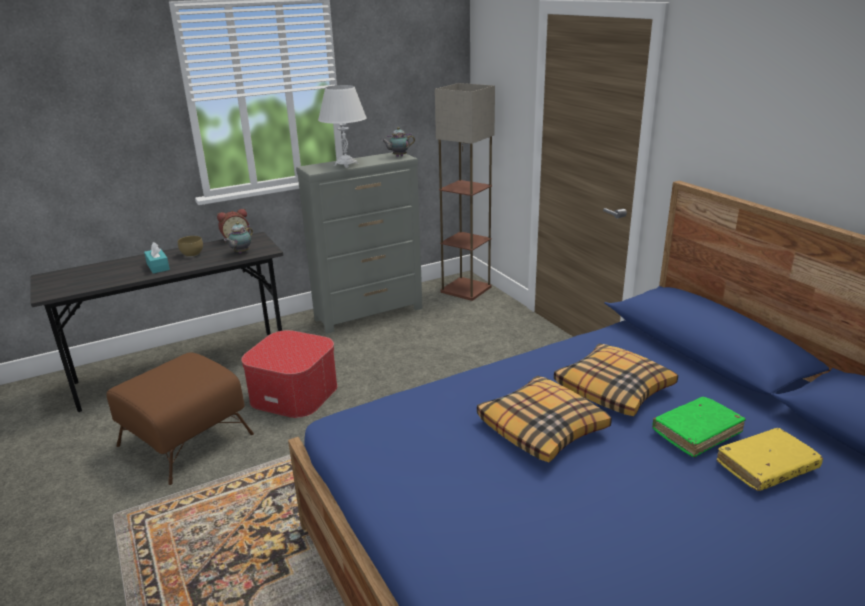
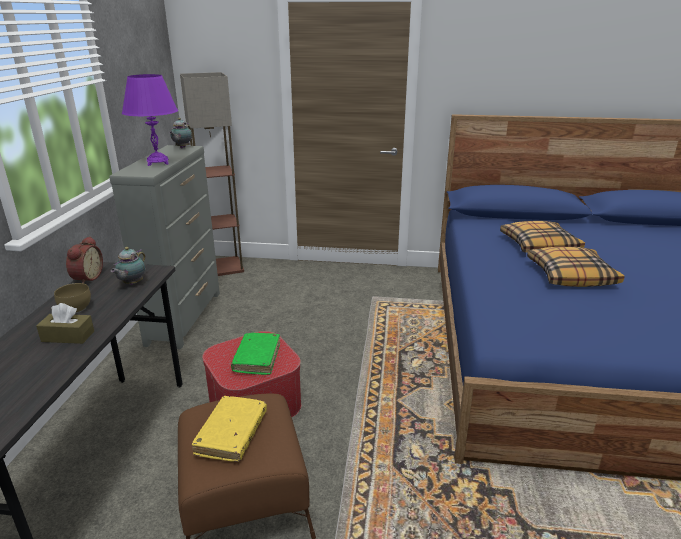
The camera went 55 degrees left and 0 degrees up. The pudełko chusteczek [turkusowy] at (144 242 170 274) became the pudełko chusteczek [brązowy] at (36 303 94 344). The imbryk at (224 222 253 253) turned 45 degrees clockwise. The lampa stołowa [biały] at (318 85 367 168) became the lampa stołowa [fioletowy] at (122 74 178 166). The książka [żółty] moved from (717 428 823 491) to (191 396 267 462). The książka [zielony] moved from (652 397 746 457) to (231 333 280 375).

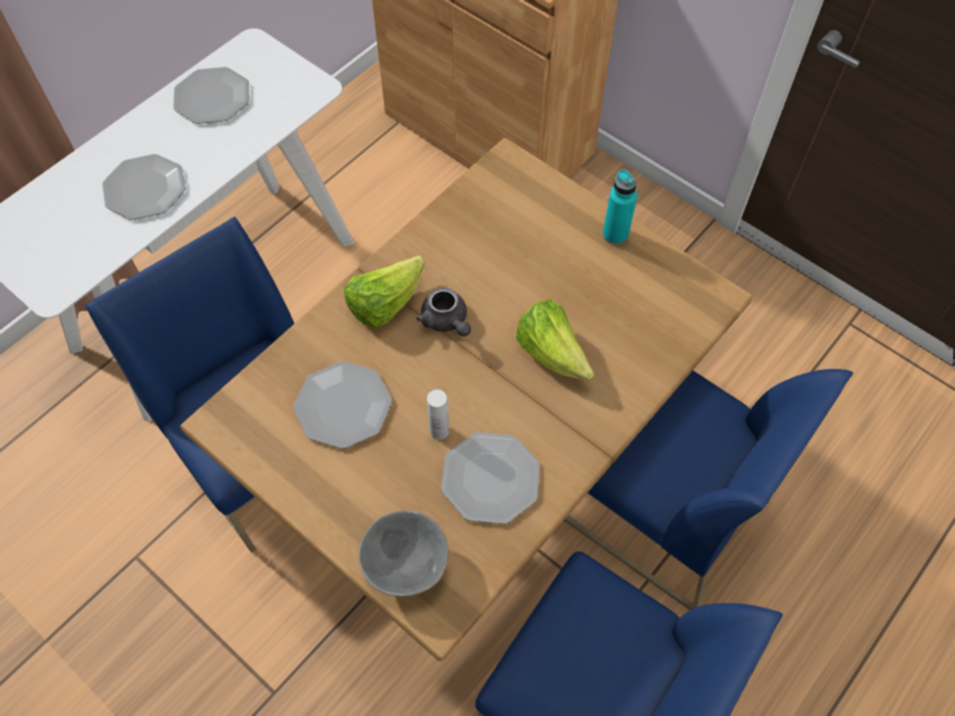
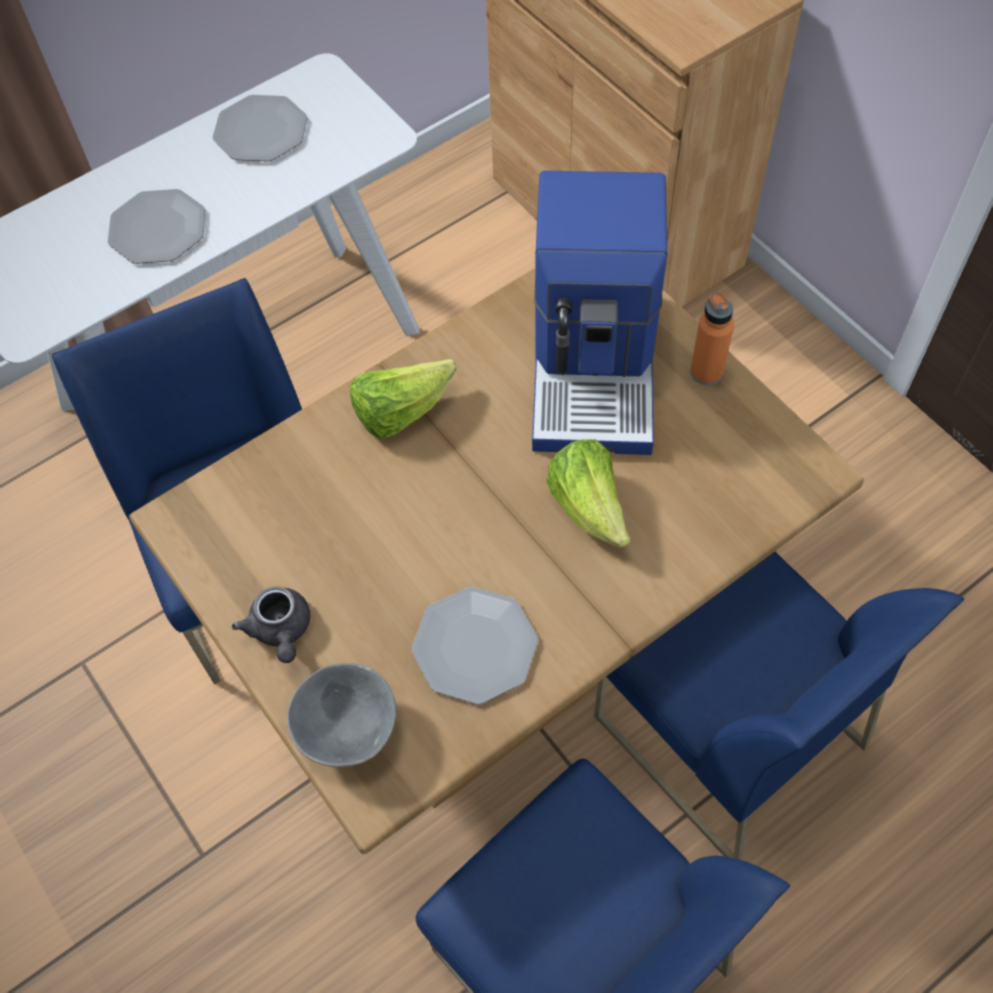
The camera went 15 degrees right and 0 degrees up. The imbryk [szary] moved from (416 287 471 336) to (232 587 310 663). The ekspres do kawy at (532 171 667 455) appeared. The butelka [turkusowy] at (603 169 637 245) became the butelka [pomarańczowy] at (690 291 734 385). The talerz at (294 361 392 449) disappeared. The butelka [biały] at (427 390 449 440) disappeared.

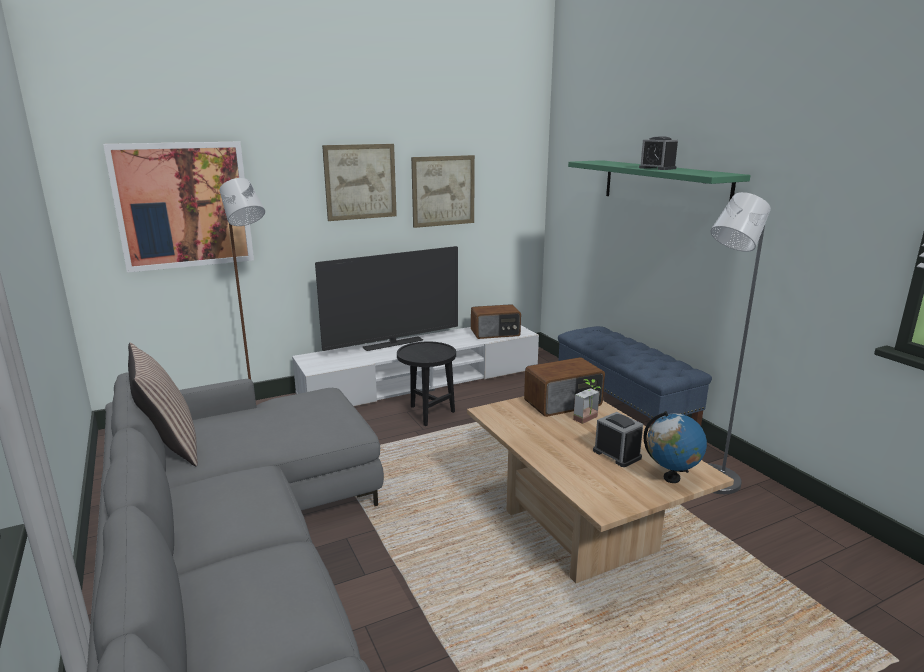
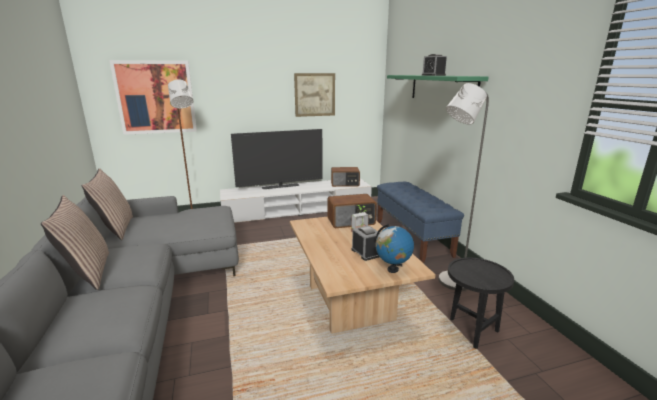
The camera went 10 degrees right and 0 degrees up. The poduszka at (41 195 109 290) appeared. The stolik [czarny] moved from (397 341 456 426) to (448 258 514 349). The obraz at (322 144 397 221) disappeared.

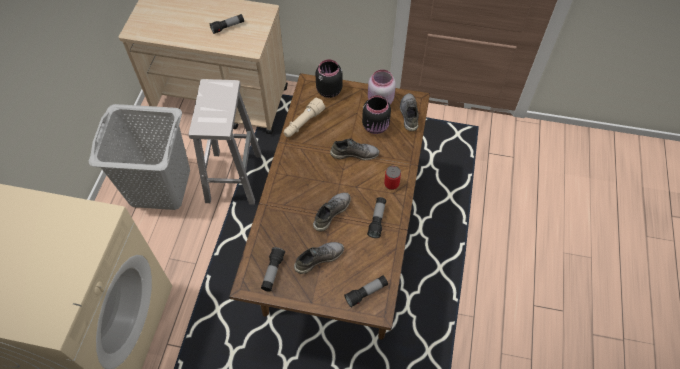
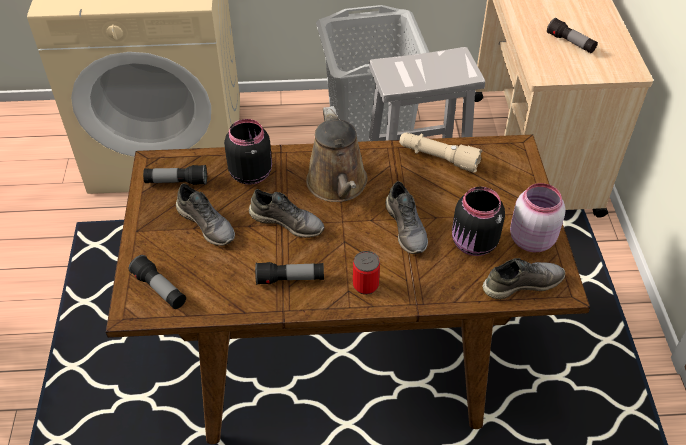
The camera went 75 degrees right and 10 degrees down. The słoik [czarny] moved from (315 59 343 98) to (224 119 272 185). The konewka [brązowy] at (306 106 368 202) appeared.

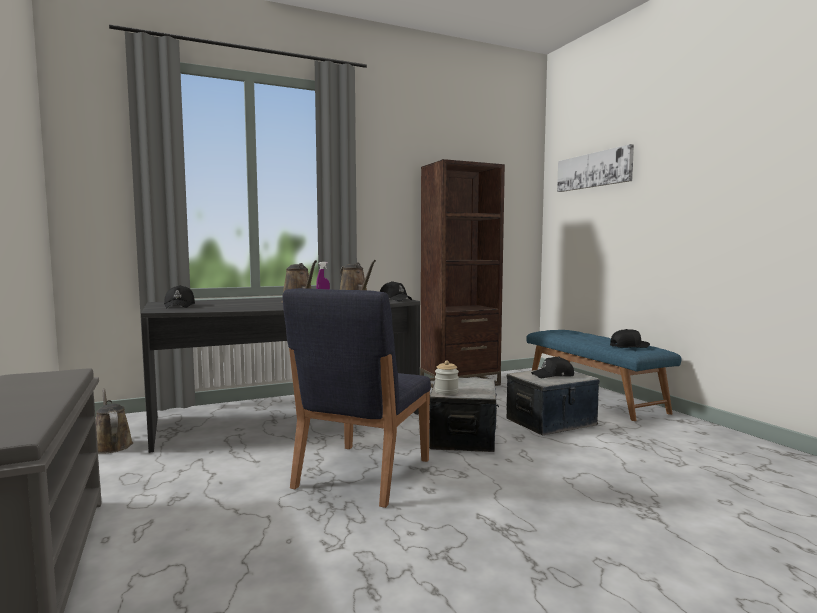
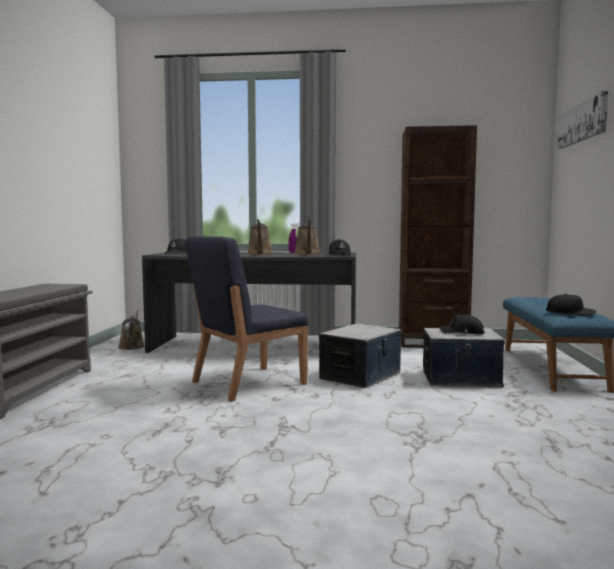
The camera went 30 degrees right and 0 degrees up. The słoik at (435 361 459 395) disappeared.

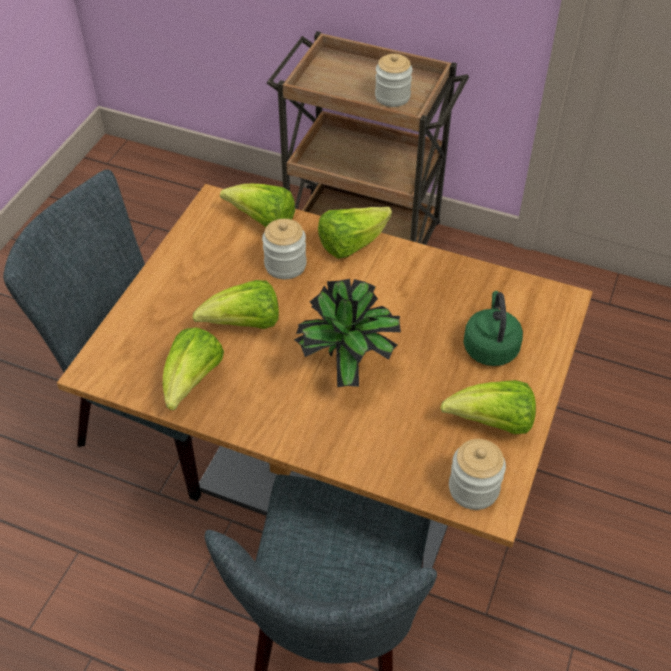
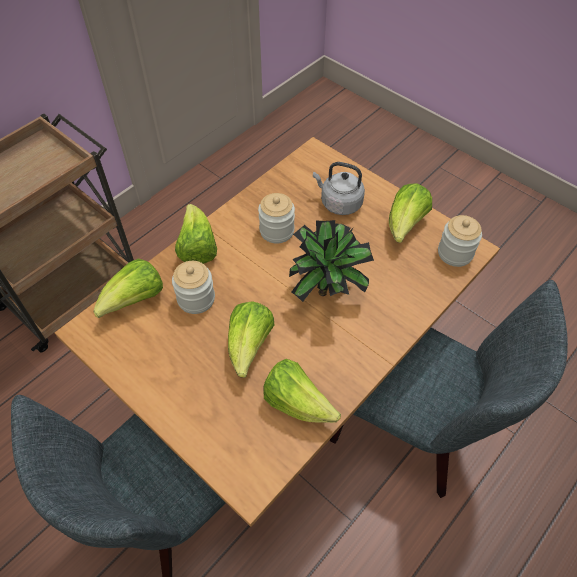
The camera went 70 degrees left and 5 degrees up. The słoik moved from (375 54 413 107) to (258 193 295 243). The czajnik [zielony] at (463 291 523 366) became the czajnik [szary] at (313 162 365 215).

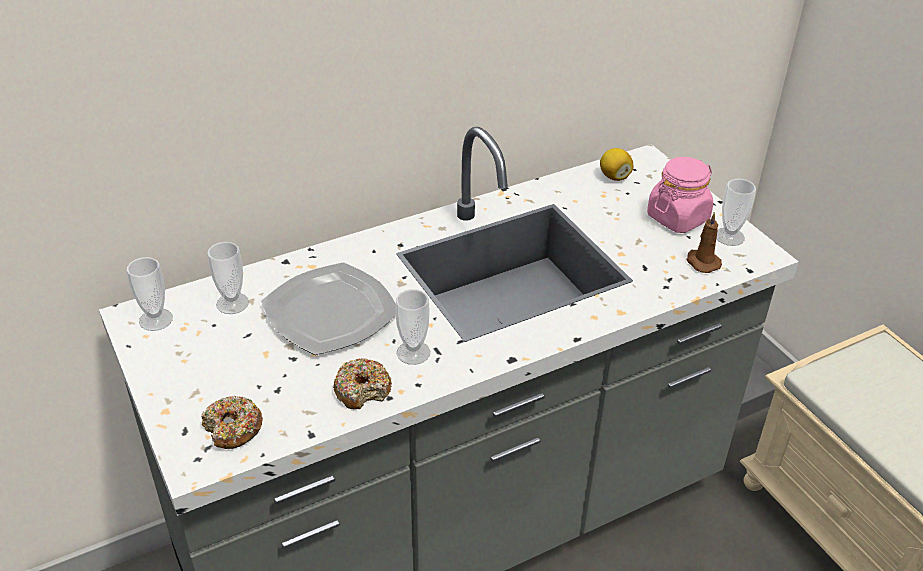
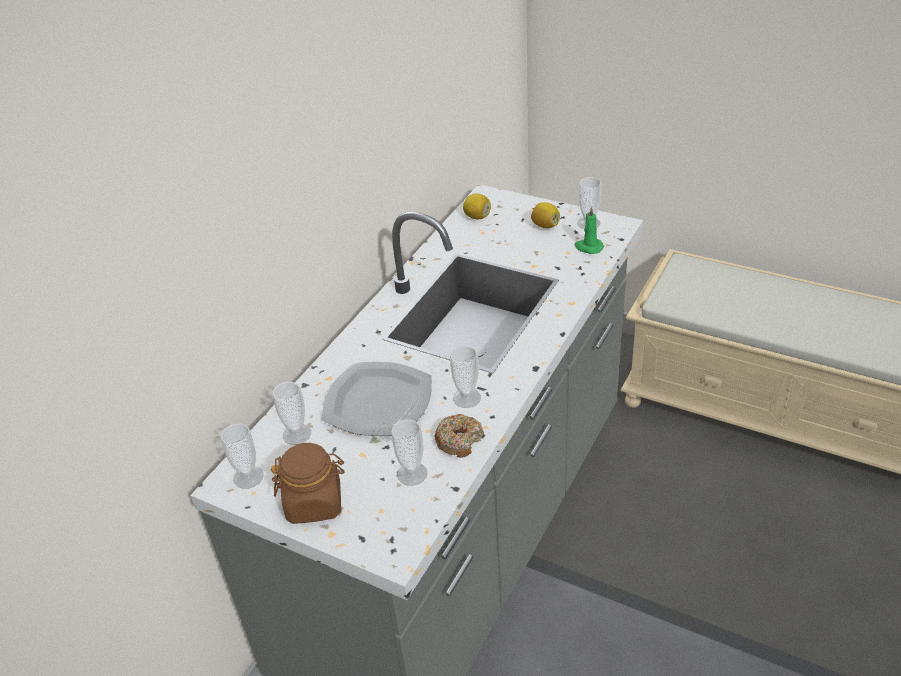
The camera went 30 degrees left and 0 degrees up. The słoik [brązowy] at (271 443 345 524) appeared. The filiżanka at (391 419 427 486) appeared. The słoik [różowy] at (647 157 713 233) was replaced by the cytryna at (531 202 560 228). The świeca [brązowy] at (687 212 722 273) became the świeca [zielony] at (575 206 604 254). The donut at (201 396 263 449) disappeared.

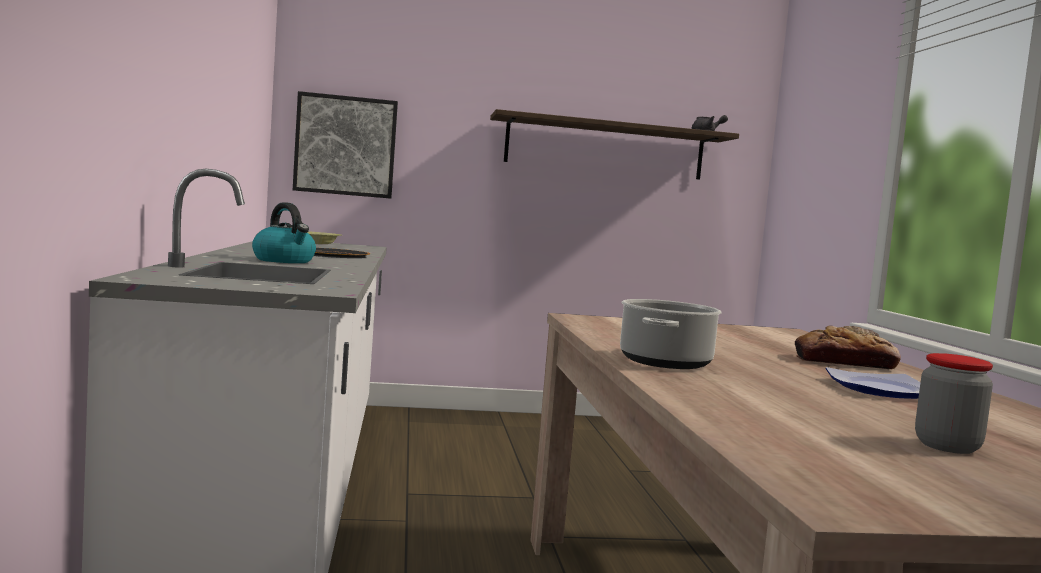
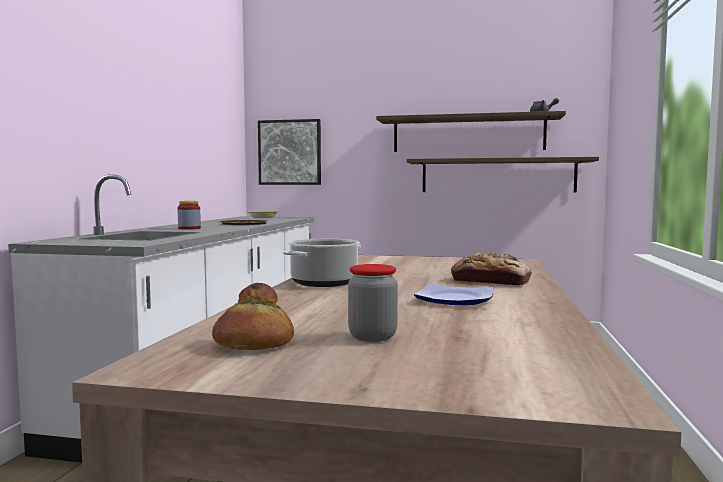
The camera went 20 degrees right and 0 degrees up. The czajnik at (252 202 316 263) was replaced by the słoik at (178 201 201 230). The chleb at (212 283 294 350) appeared. The półka at (407 157 599 193) appeared.

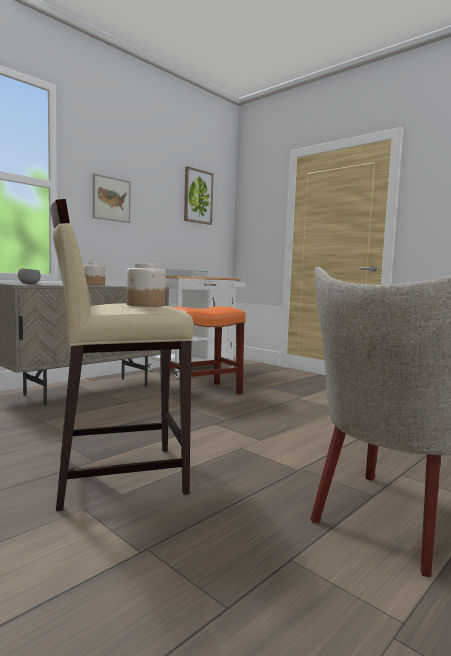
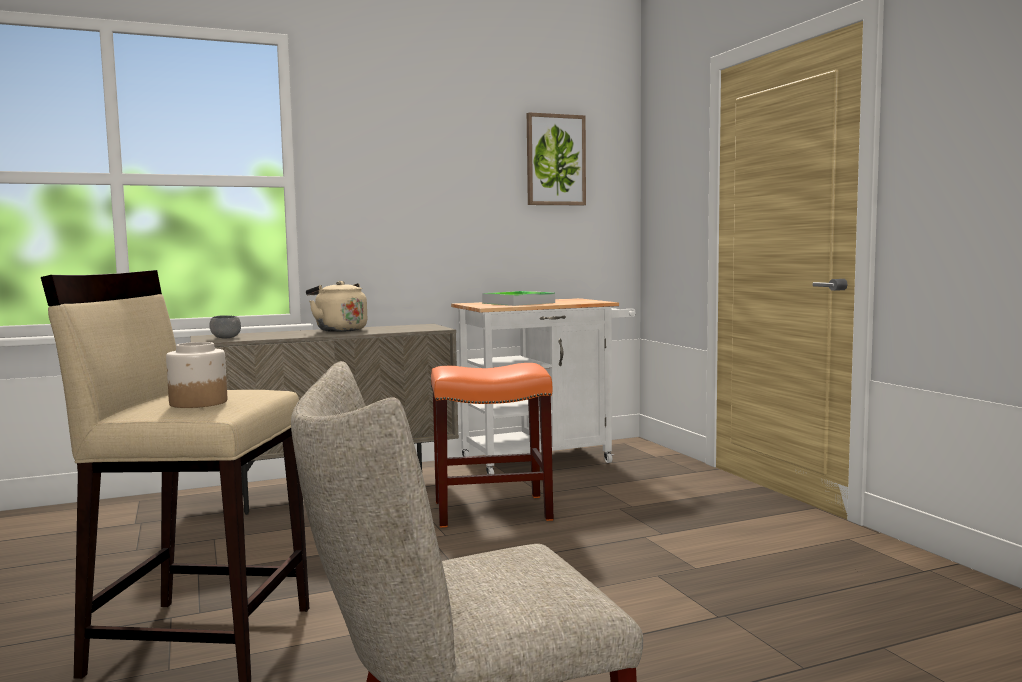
The camera went 25 degrees right and 0 degrees up. The słoik at (84 262 105 285) was replaced by the czajnik [beżowy] at (306 281 367 332). The obraz at (93 173 131 223) disappeared.

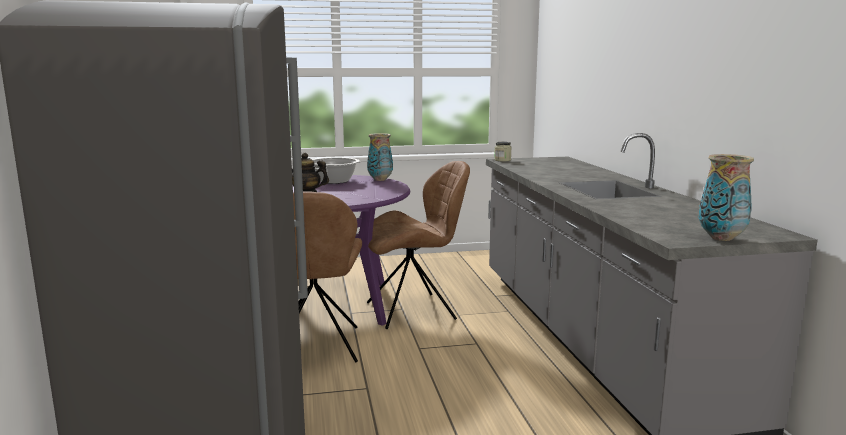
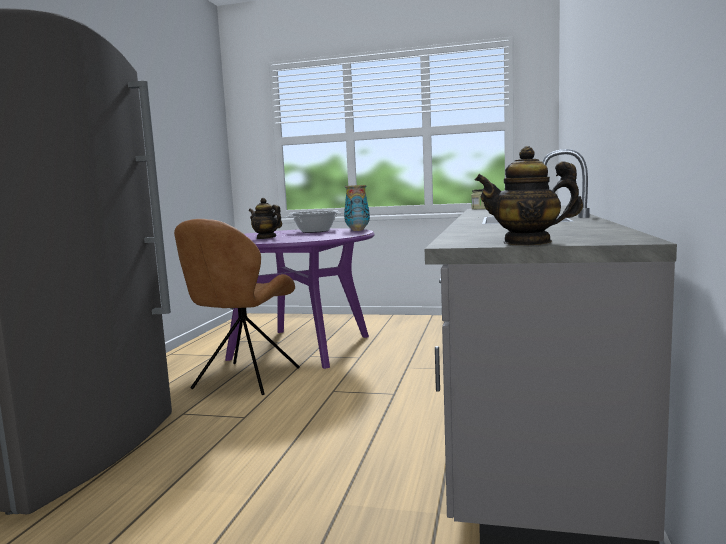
The camera went 25 degrees right and 5 degrees down. The wazon at (699 154 754 241) was replaced by the imbryk at (475 146 583 245). The krzesło [brązowy] at (367 161 470 329) disappeared.

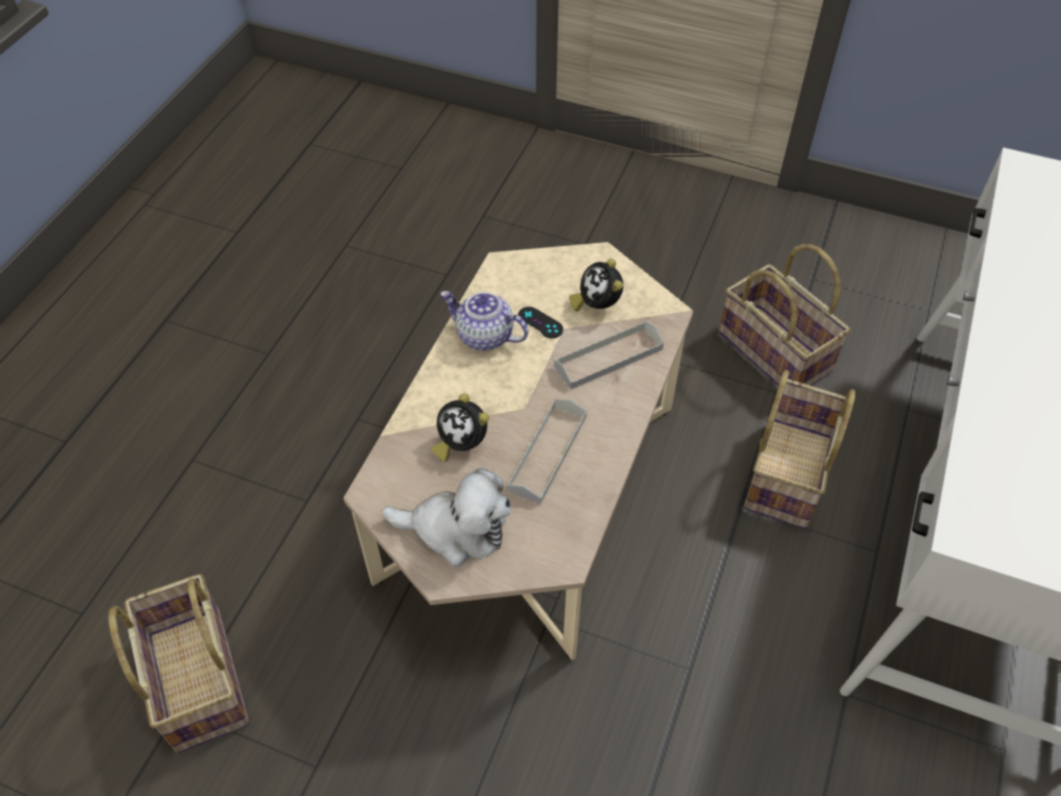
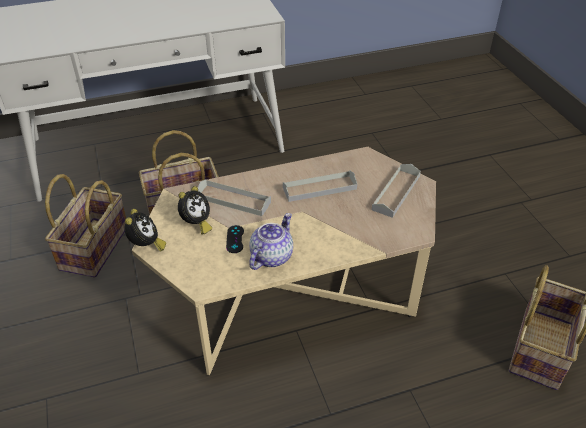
The camera went 130 degrees left and 10 degrees down. The budzik moved from (431 393 489 462) to (124 209 166 252). The imbryk at (440 291 529 351) turned 135 degrees counterclockwise. The pluszak at (382 468 511 567) was replaced by the taca [szary] at (372 164 421 218).

